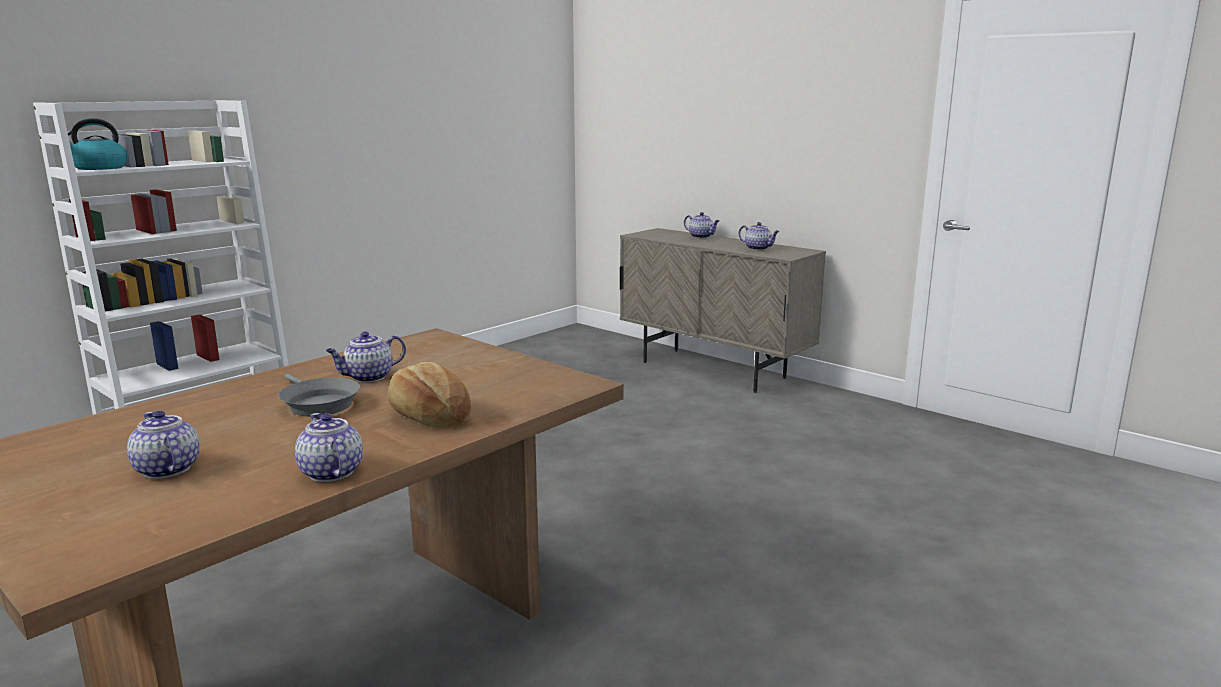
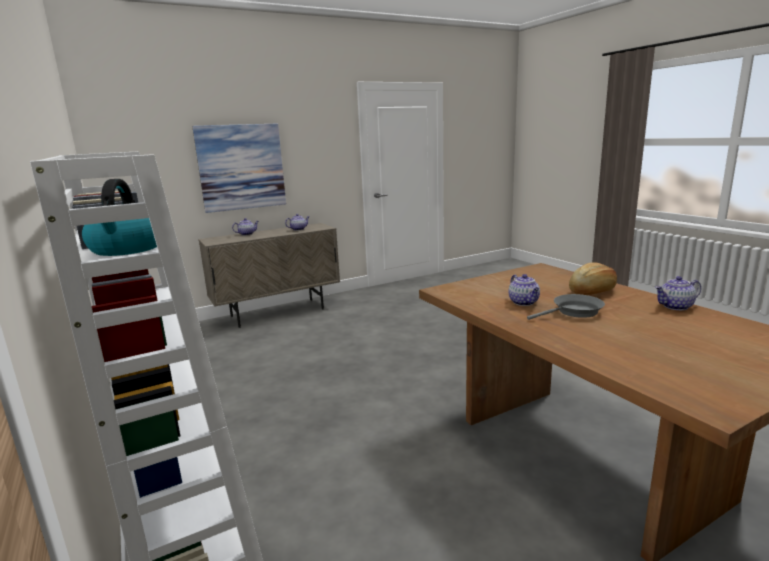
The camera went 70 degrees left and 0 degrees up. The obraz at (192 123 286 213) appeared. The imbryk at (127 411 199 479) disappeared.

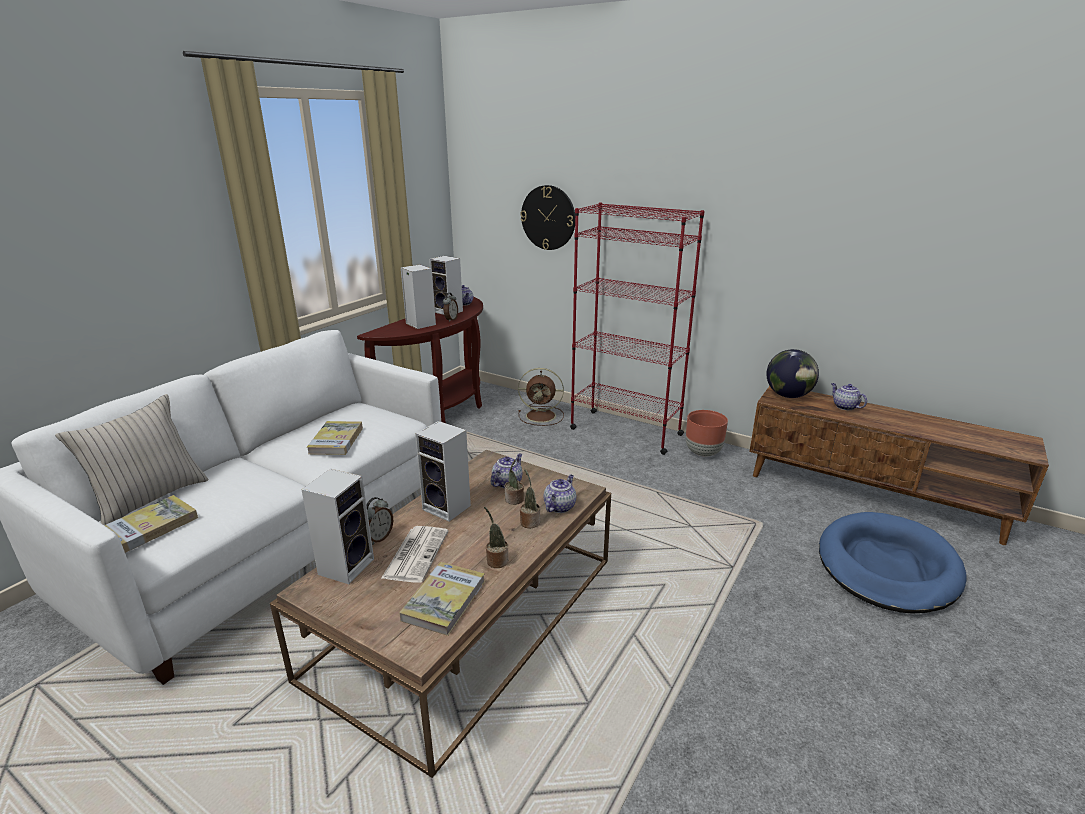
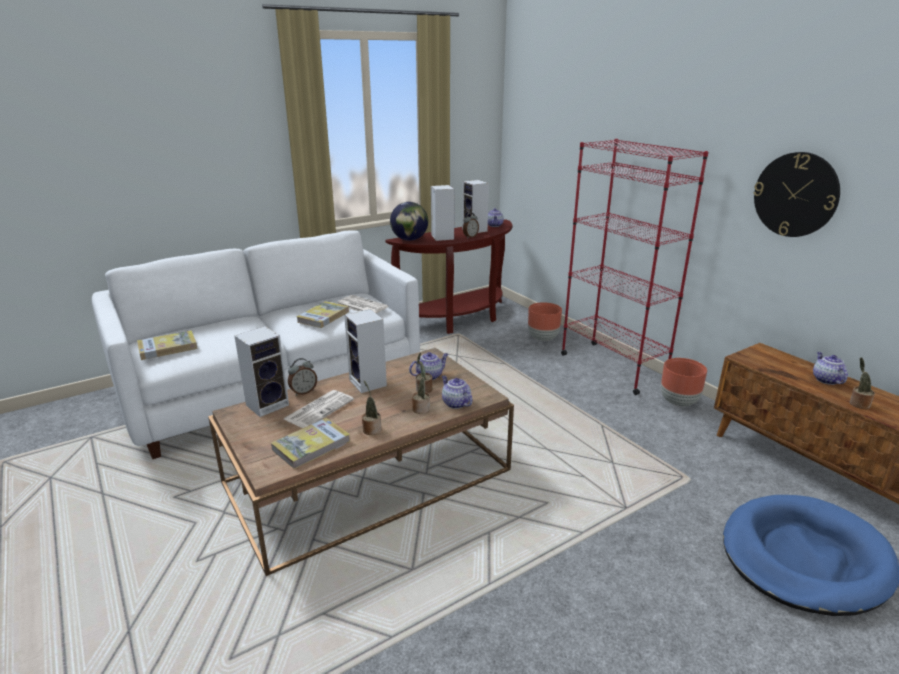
The camera went 25 degrees right and 0 degrees up. The gazeta at (337 295 388 313) appeared. The globus moved from (766 349 819 398) to (390 202 428 241). The imbryk at (544 475 576 513) turned 90 degrees counterclockwise. The wentylator [brązowy] at (518 368 564 426) was replaced by the donica [brązowy] at (528 302 562 341). The zegar ścienny moved from (520 185 575 250) to (753 152 840 237). The roślina doniczkowa at (850 357 875 409) appeared. The poduszka [beżowy] at (55 394 208 525) disappeared.

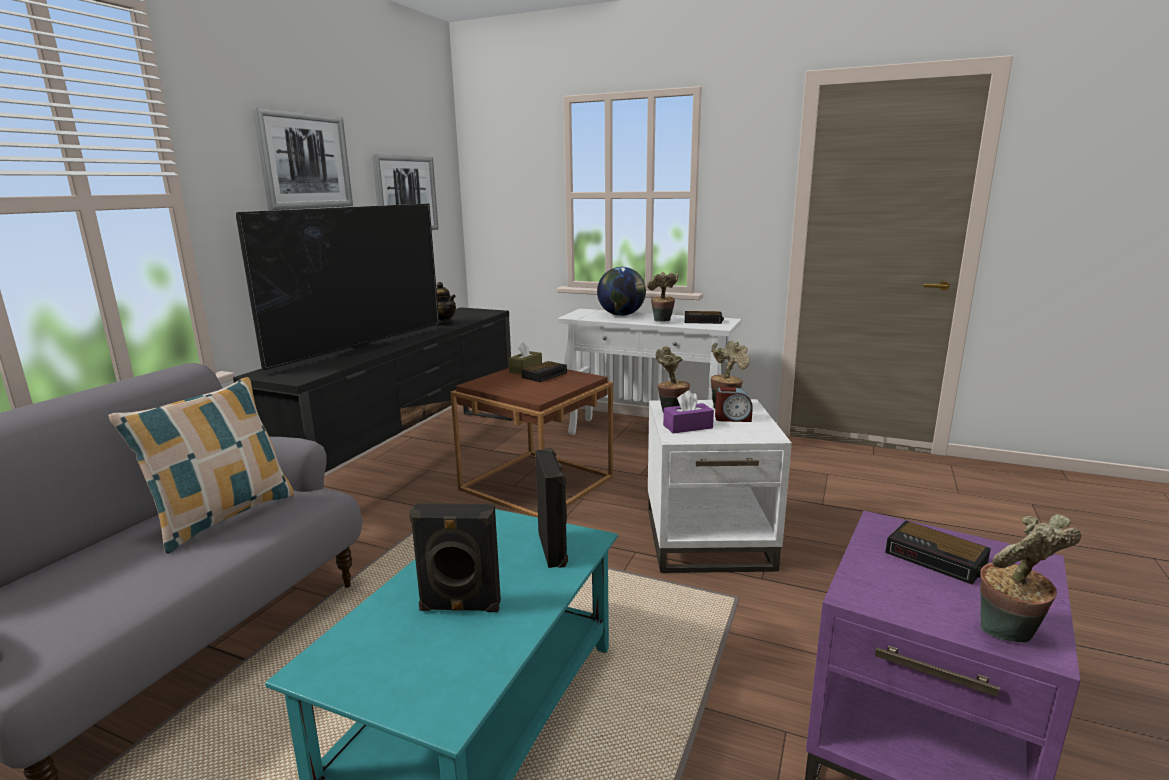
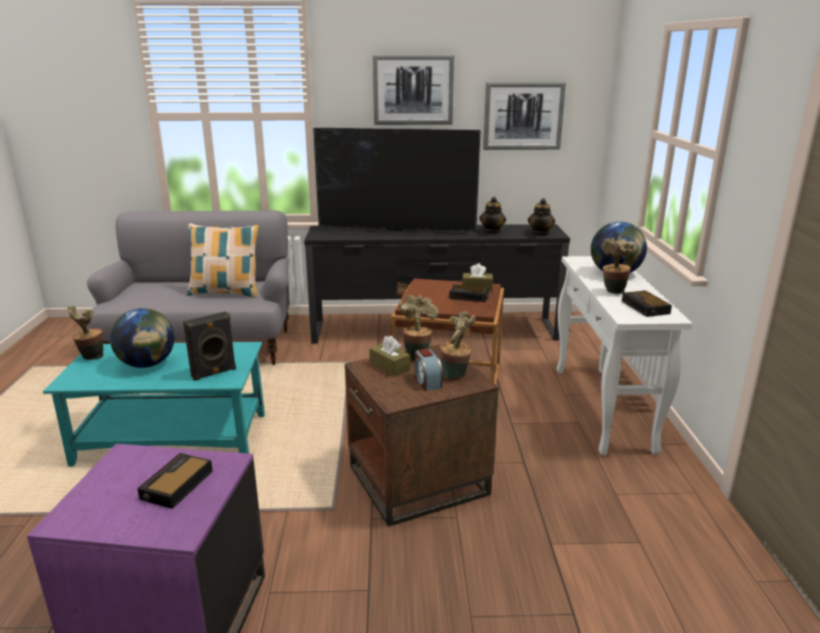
The camera went 65 degrees right and 5 degrees up. The roślina doniczkowa moved from (980 514 1081 643) to (67 306 104 360). The głośnik [czarny] at (409 503 501 612) was replaced by the globus at (110 308 175 368). The stolik [biały] at (648 399 792 573) became the stolik [brązowy] at (345 344 499 527). The pudełko chusteczek [fioletowy] at (663 390 714 433) became the pudełko chusteczek [brązowy] at (369 335 410 377). The imbryk at (528 198 555 236) appeared.

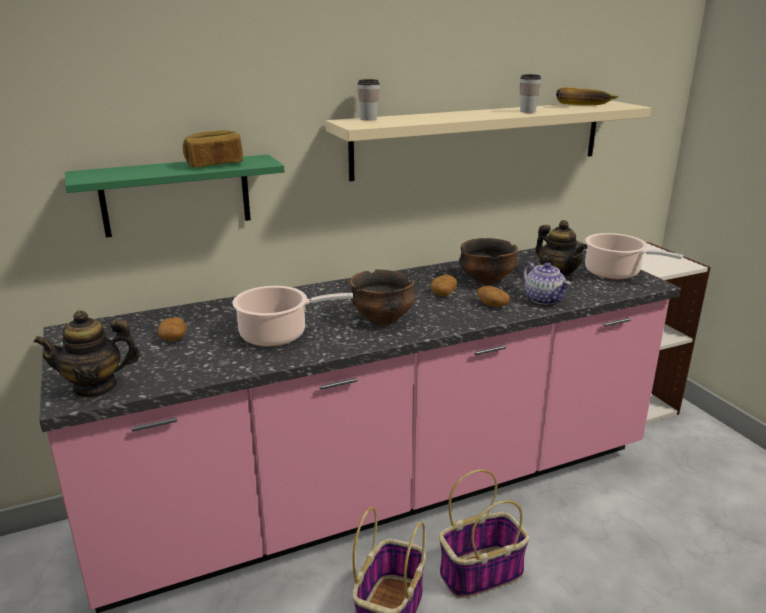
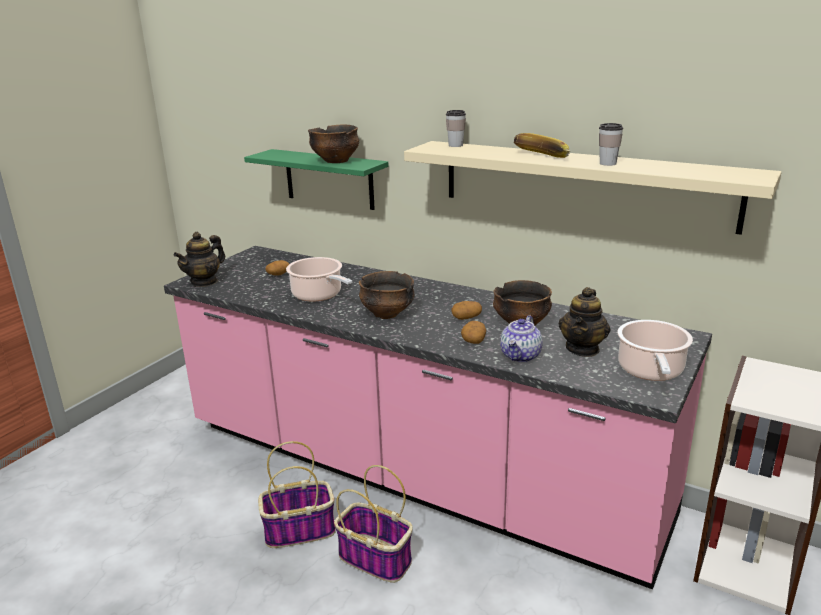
The camera went 55 degrees right and 0 degrees up. The imbryk at (33 310 141 398) turned 90 degrees counterclockwise. The chleb at (183 130 243 167) was replaced by the miska at (308 124 359 163). The banan moved from (556 87 618 105) to (514 133 570 158).

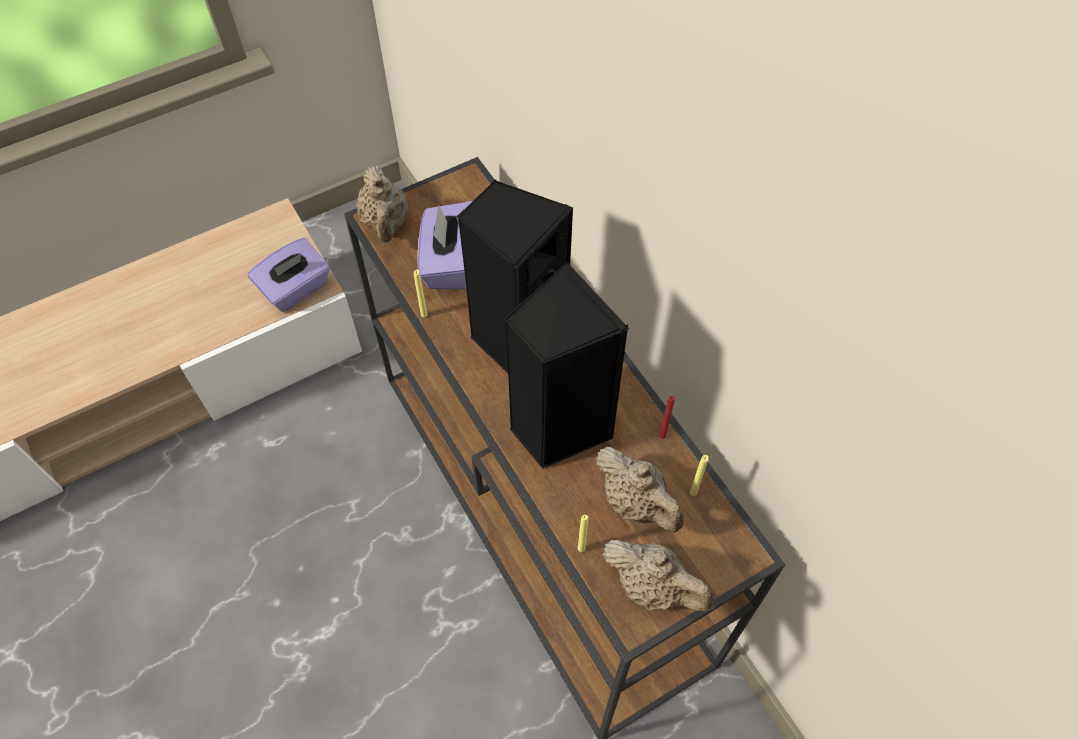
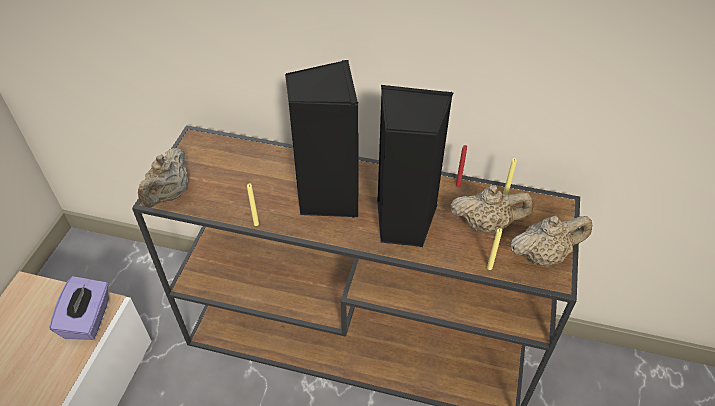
The camera went 45 degrees left and 10 degrees down. The imbryk [beżowy] at (356 166 408 242) turned 75 degrees clockwise. The pudełko chusteczek [fioletowy] at (417 201 472 289) disappeared.

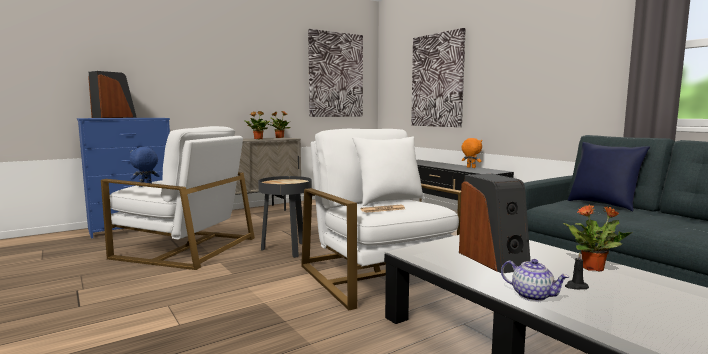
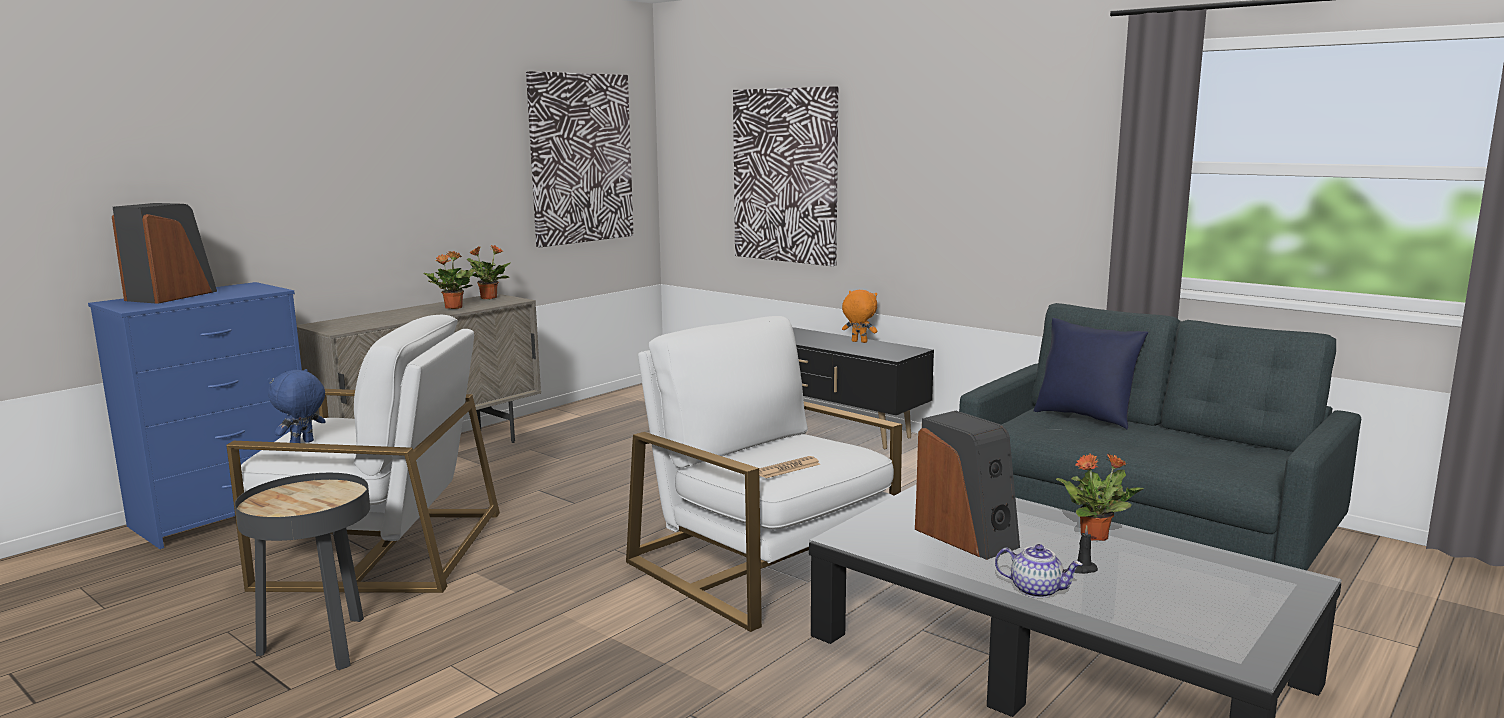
The camera went 15 degrees left and 5 degrees up. The stolik [czarny] moved from (258 176 312 258) to (235 473 370 670). The poduszka [biały] at (352 137 425 206) disappeared.

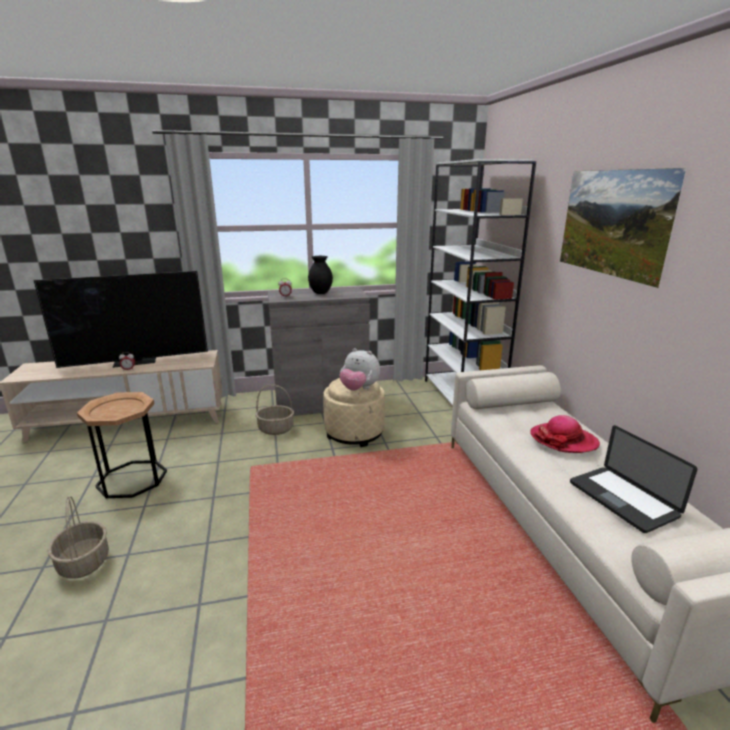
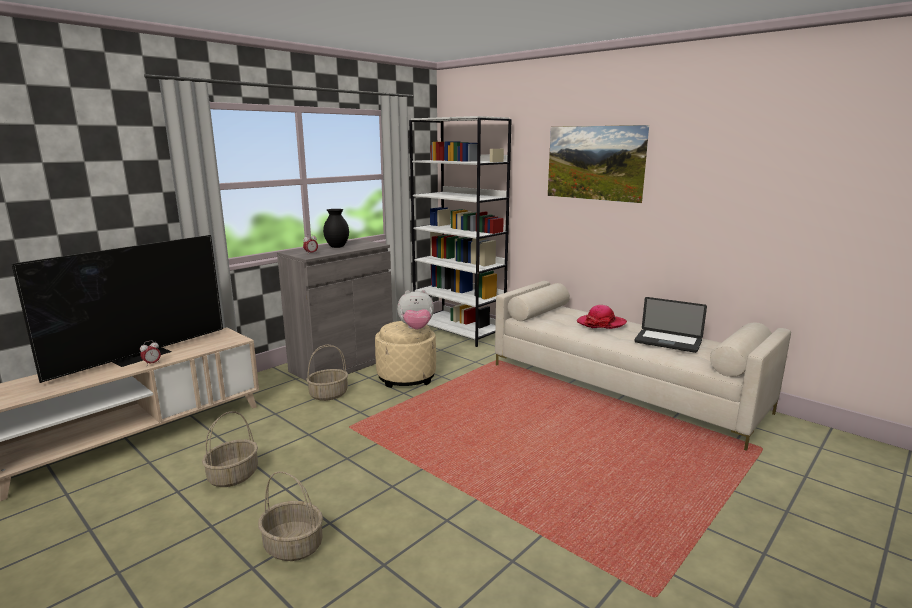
The camera went 35 degrees left and 5 degrees down. The stolik [brązowy] at (77 392 167 498) was replaced by the koszyk at (202 411 258 487).

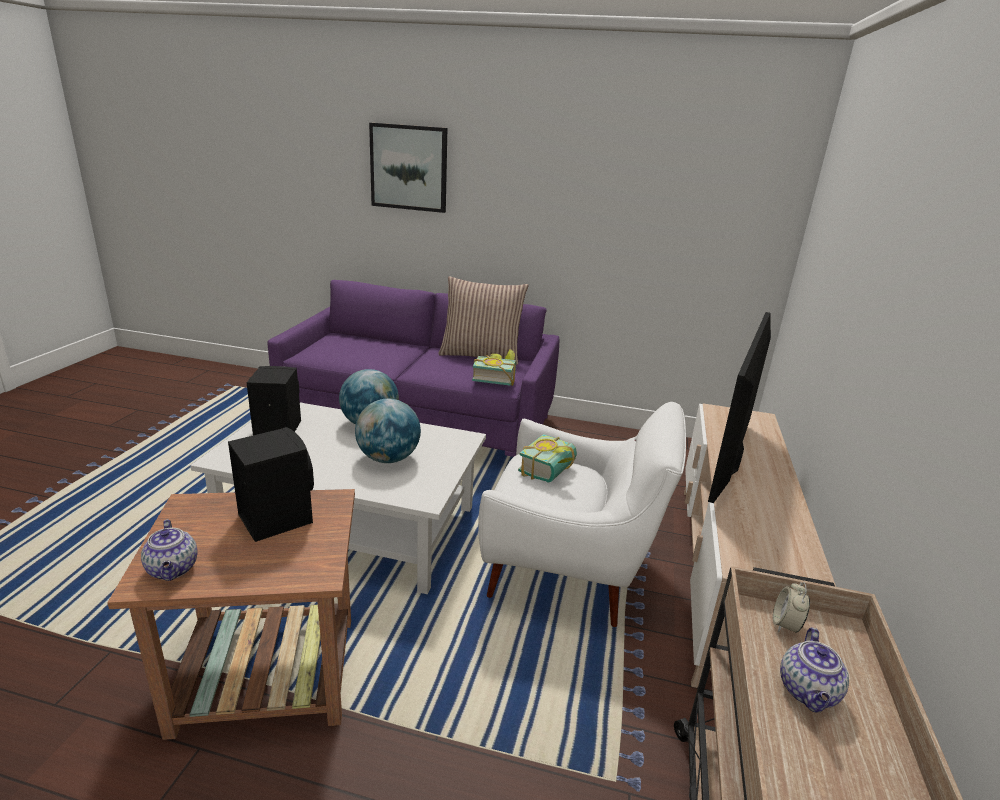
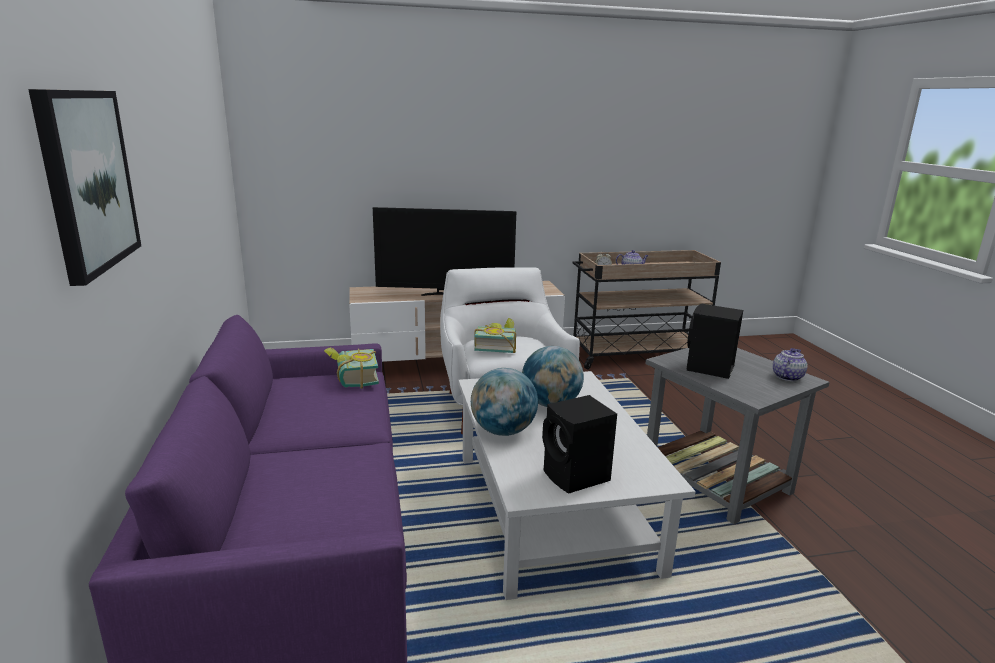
The camera went 115 degrees left and 5 degrees down. The stolik [brązowy] at (107 489 355 740) became the stolik [szary] at (645 348 830 524). The poduszka at (438 276 529 365) disappeared.

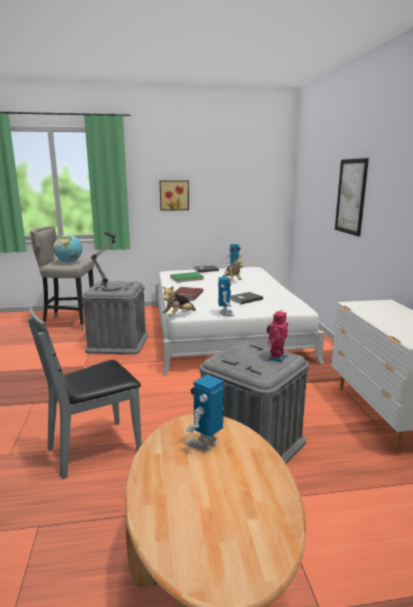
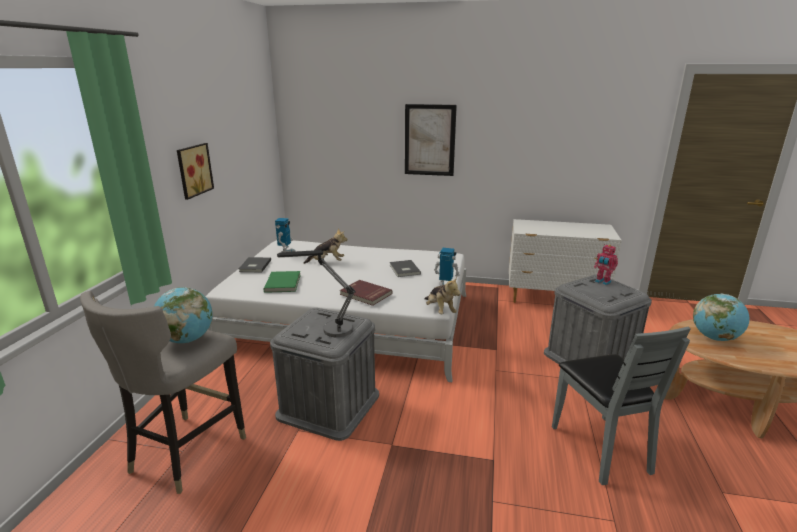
The camera went 70 degrees left and 5 degrees up. The robot zabawkowy at (186 374 224 451) was replaced by the globus at (693 294 750 341).

